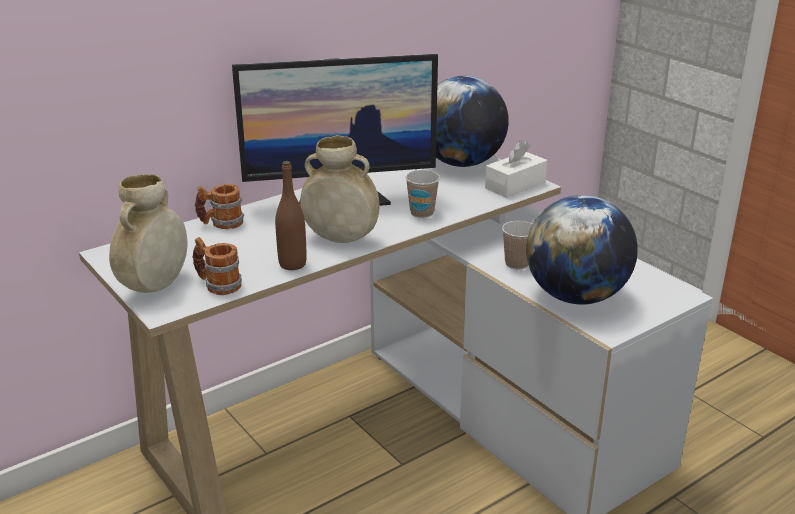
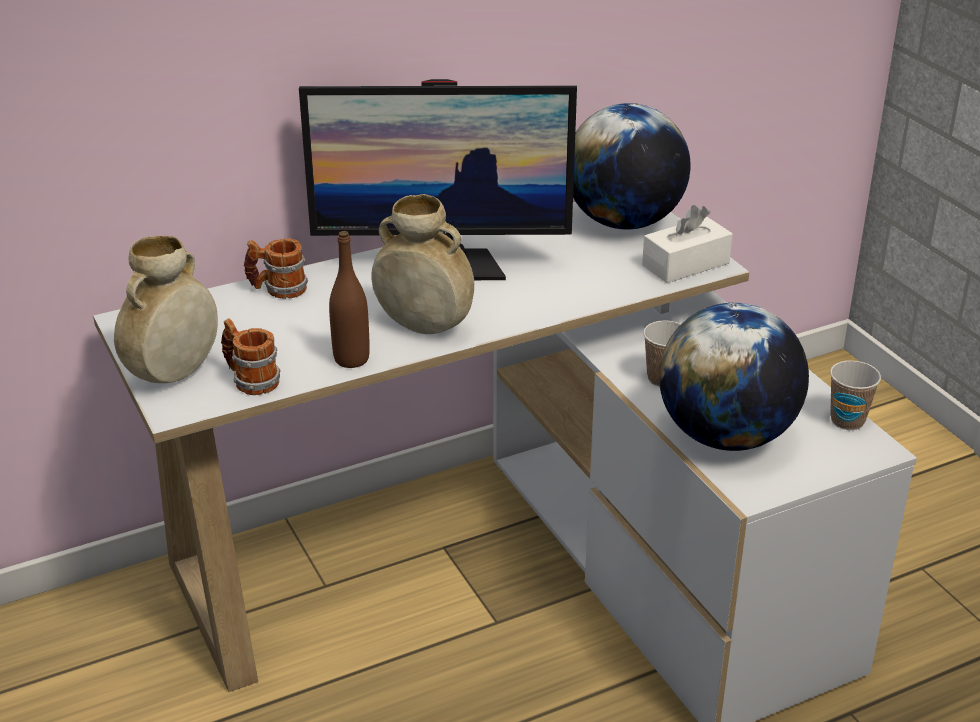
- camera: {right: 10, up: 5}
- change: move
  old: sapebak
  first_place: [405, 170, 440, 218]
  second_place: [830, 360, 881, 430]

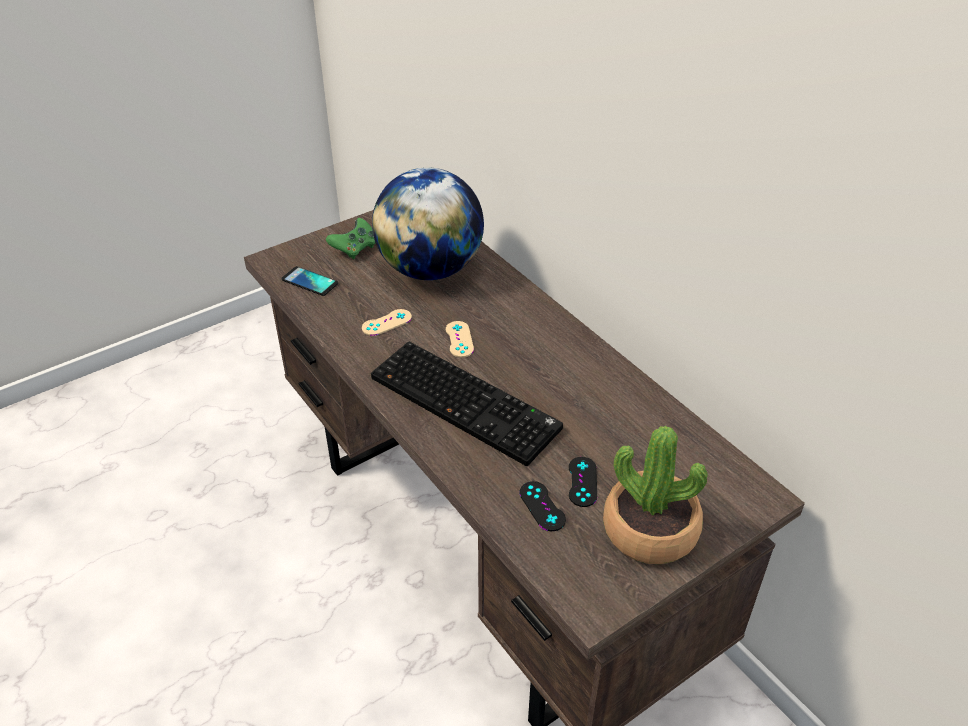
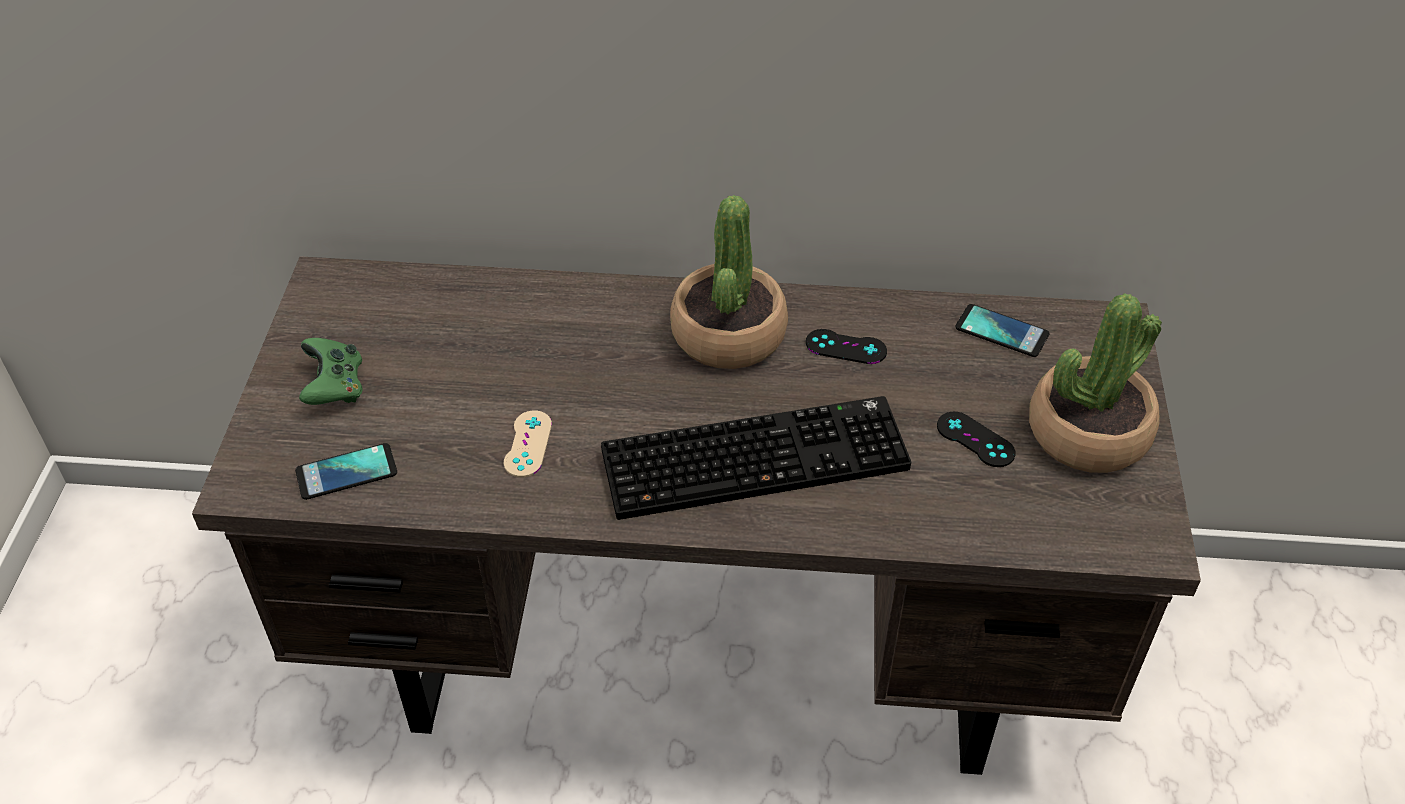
- camera: {right: -50, up: 5}
- change: insert
  new: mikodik
  second_place: [670, 195, 788, 369]
- change: move
  old: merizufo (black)
  first_place: [520, 481, 566, 531]
  second_place: [806, 329, 887, 364]
- change: insert
  new: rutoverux
  second_place: [955, 304, 1049, 357]
- change: delete
  old: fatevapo
  first_place: [372, 167, 484, 280]
- change: delete
  old: merizufo (beige)
  first_place: [446, 321, 474, 358]

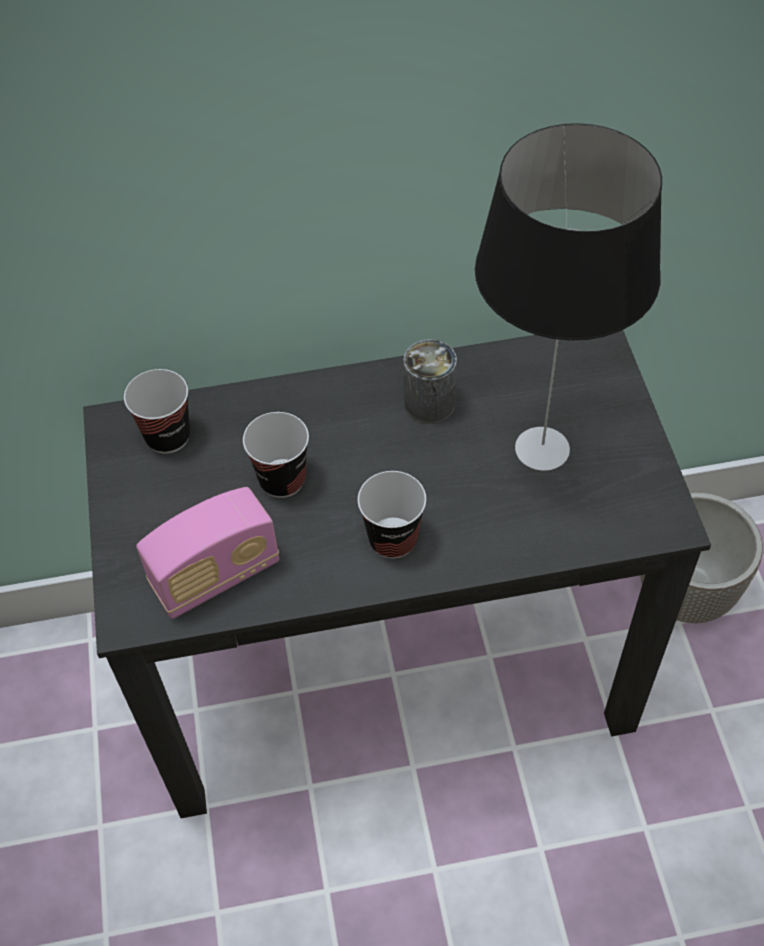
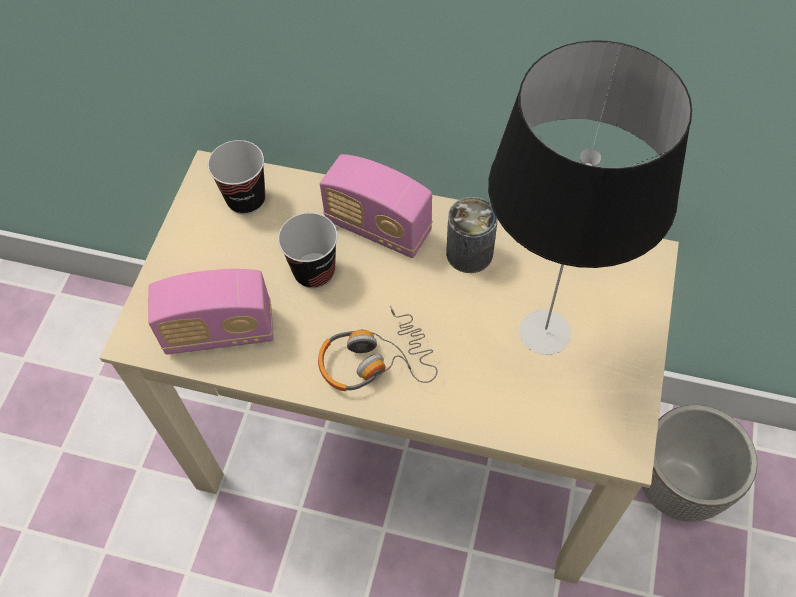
- camera: {right: 25, up: 5}
- change: recolor
  old: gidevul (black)
  new: gidevul (beige)
  first_place: [83, 330, 711, 818]
  second_place: [100, 150, 679, 584]
- change: replace
  old: sapebak
  new: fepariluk
  first_place: [358, 471, 426, 559]
  second_place: [318, 305, 437, 391]
- change: insert
  new: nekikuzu
  second_place: [320, 154, 433, 258]

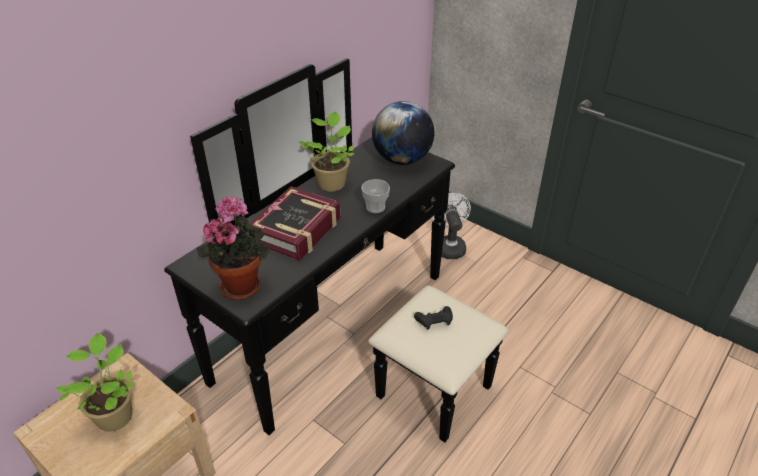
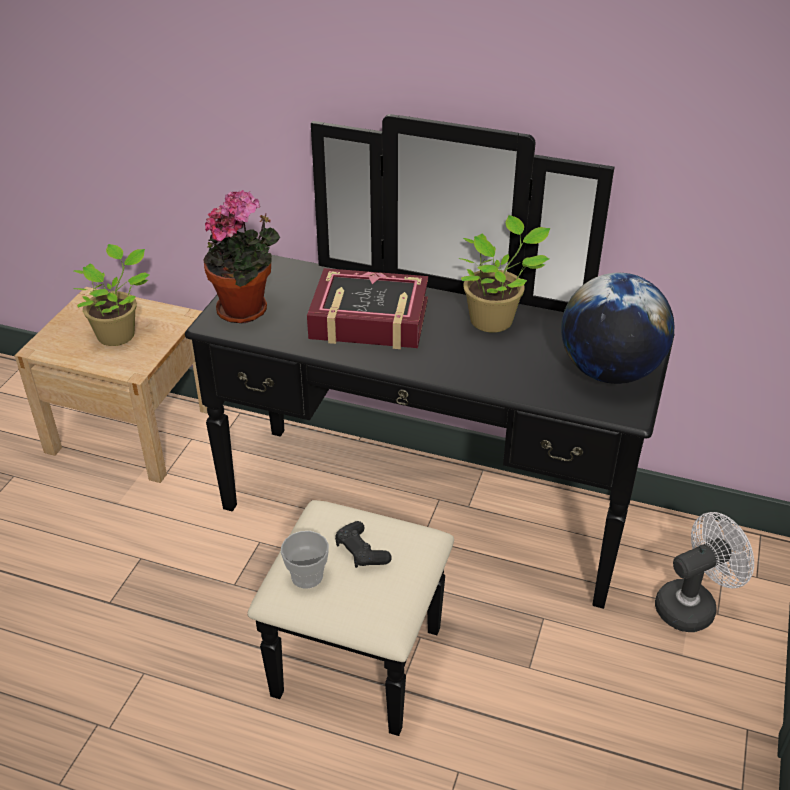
- camera: {right: 70, up: 0}
- change: move
  old: sapebak
  first_place: [361, 179, 390, 213]
  second_place: [281, 531, 329, 589]

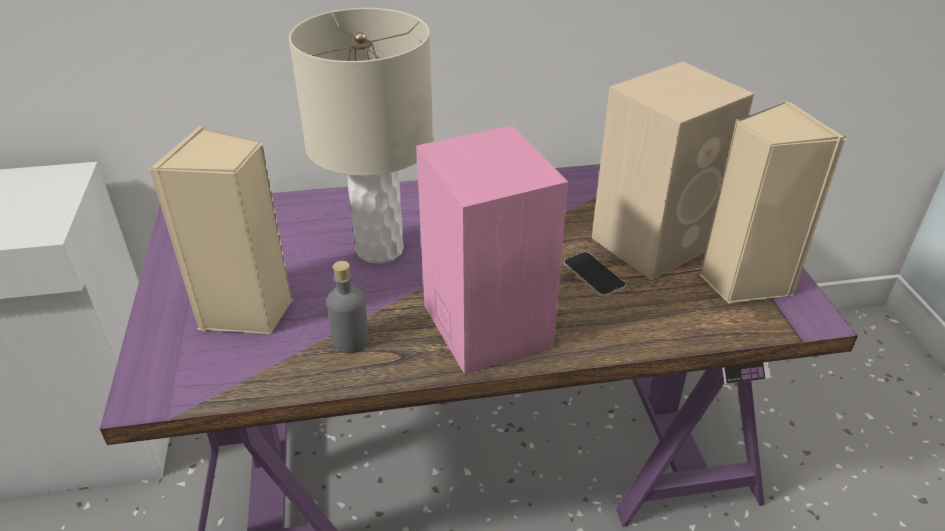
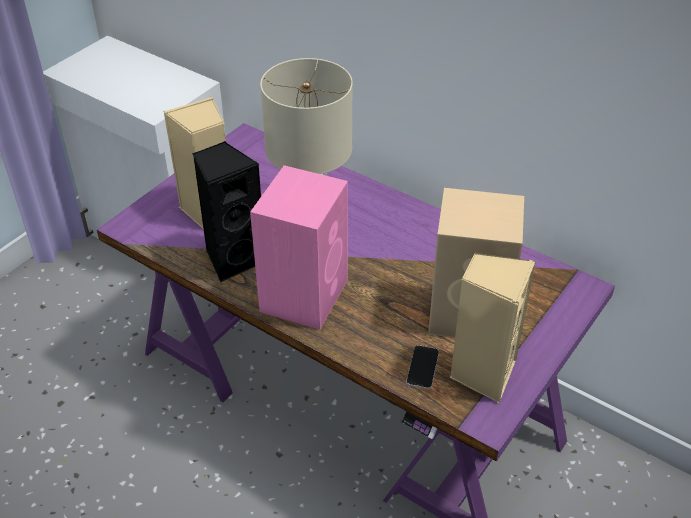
- camera: {right: 45, up: 5}
- change: replace
  old: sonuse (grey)
  new: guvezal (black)
  first_place: [327, 261, 369, 353]
  second_place: [192, 141, 261, 282]
- change: move
  old: rutoverux
  first_place: [564, 252, 626, 297]
  second_place: [406, 345, 439, 389]

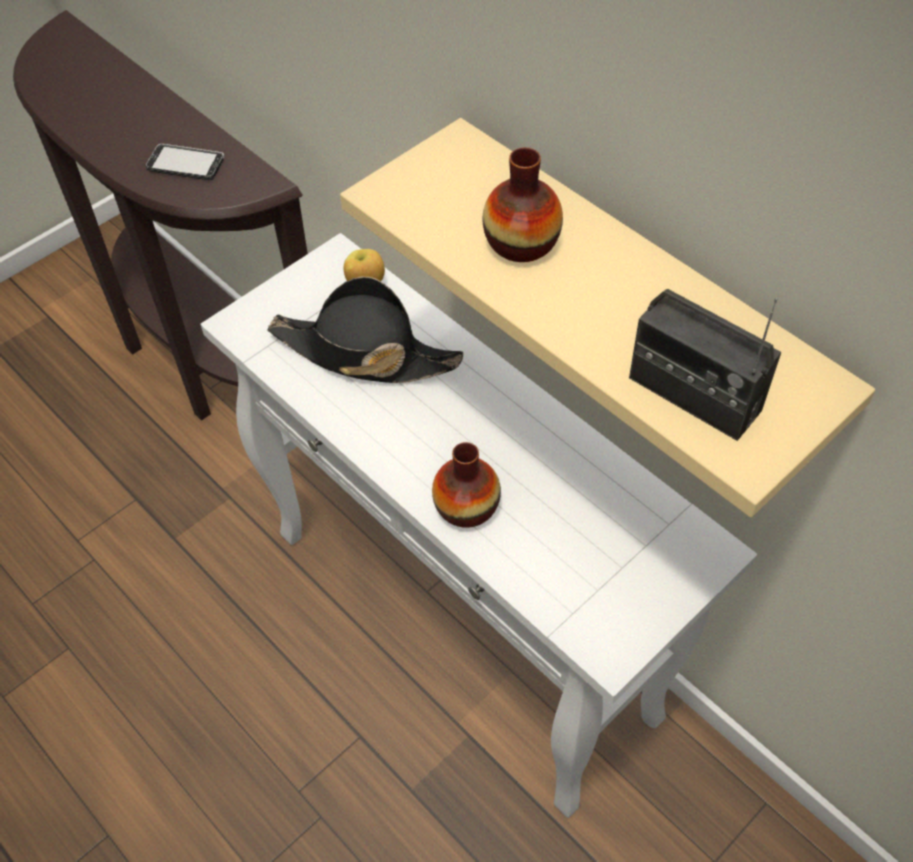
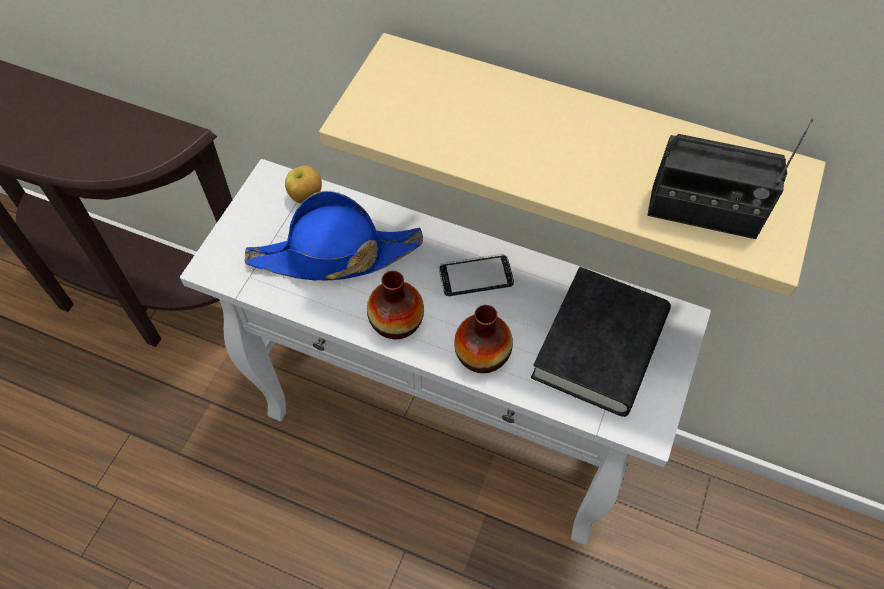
- camera: {right: -25, up: 5}
- change: recolor
  old: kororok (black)
  new: kororok (blue)
  first_place: [268, 277, 464, 383]
  second_place: [244, 191, 423, 281]
- change: move
  old: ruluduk
  first_place: [483, 147, 563, 262]
  second_place: [367, 271, 424, 339]
- change: move
  old: rutoverux
  first_place: [146, 144, 224, 180]
  second_place: [439, 254, 514, 296]
- change: insert
  new: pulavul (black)
  second_place: [531, 267, 671, 417]

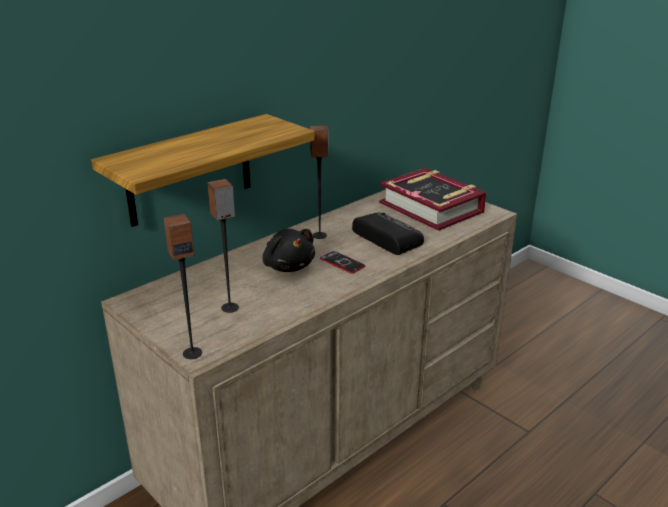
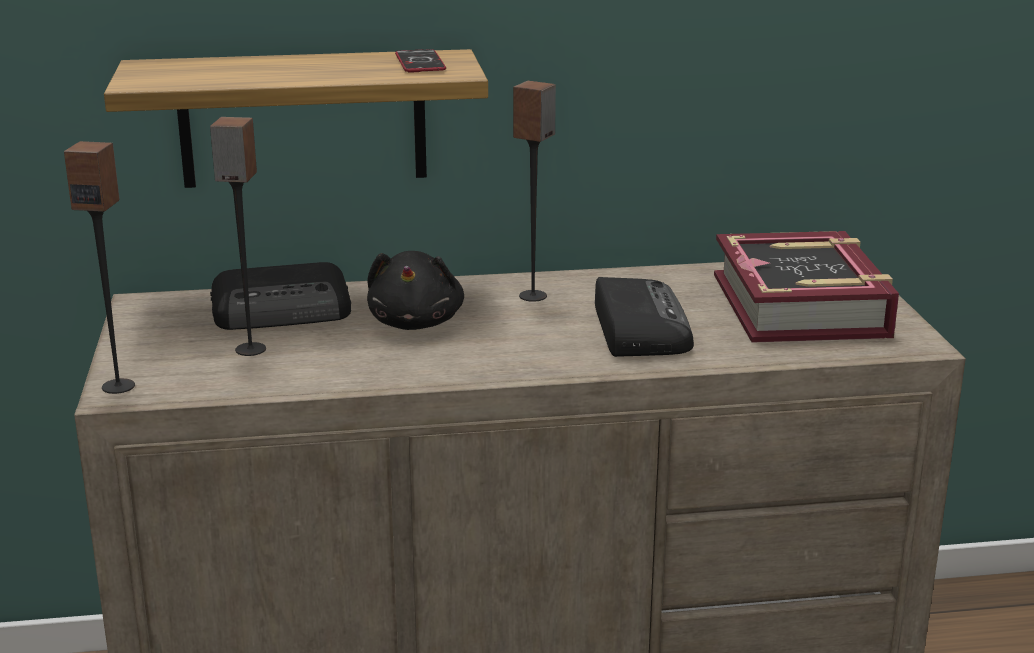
- camera: {right: 35, up: -5}
- change: insert
  new: nekikuzu
  second_place: [210, 262, 351, 330]
- change: move
  old: rutoverux
  first_place: [320, 251, 365, 274]
  second_place: [395, 49, 446, 73]

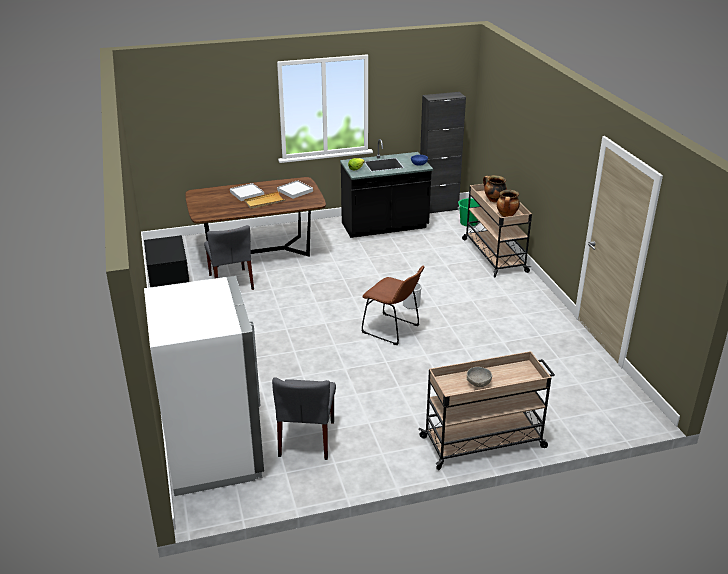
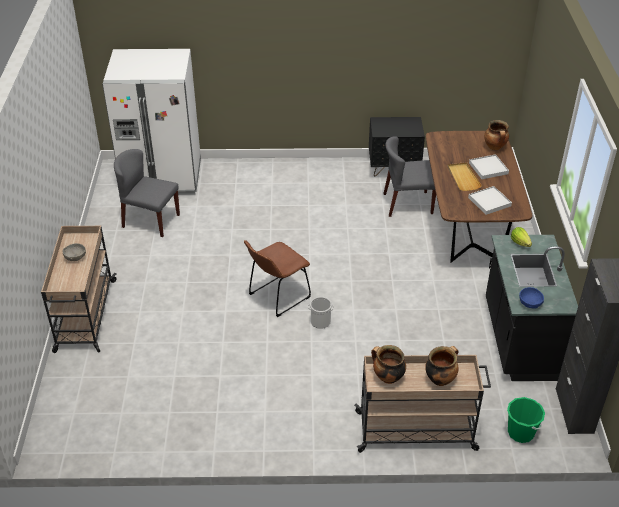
- camera: {right: 105, up: 10}
- change: insert
  new: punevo
  second_place: [484, 120, 509, 150]

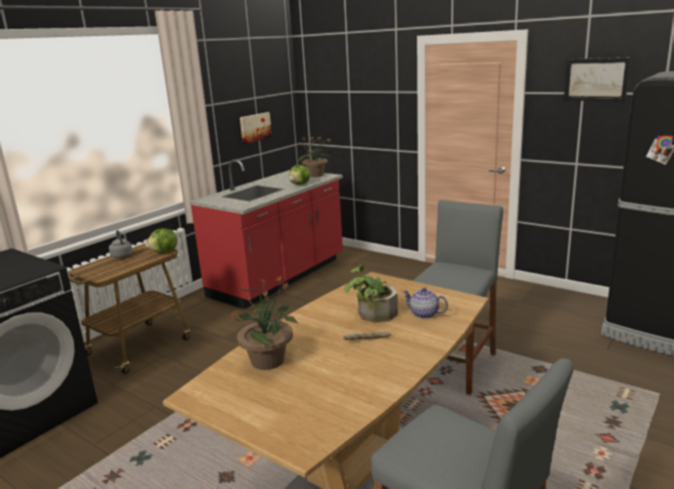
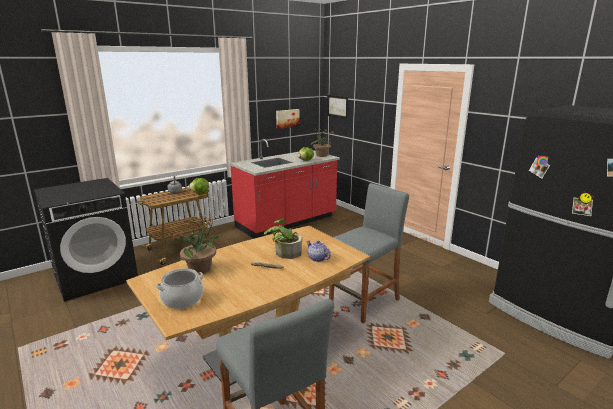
- camera: {right: 15, up: 0}
- change: insert
  new: punevo
  second_place: [156, 268, 204, 309]
- change: move
  old: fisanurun
  first_place: [564, 57, 631, 101]
  second_place: [327, 95, 348, 119]

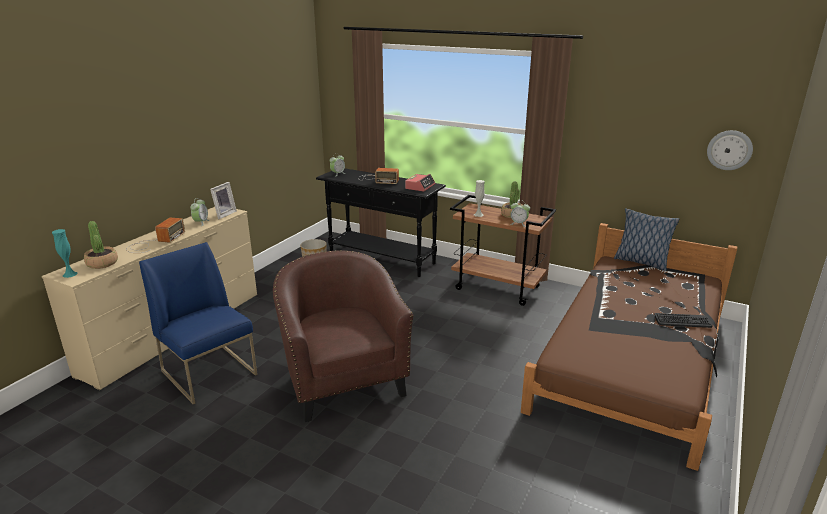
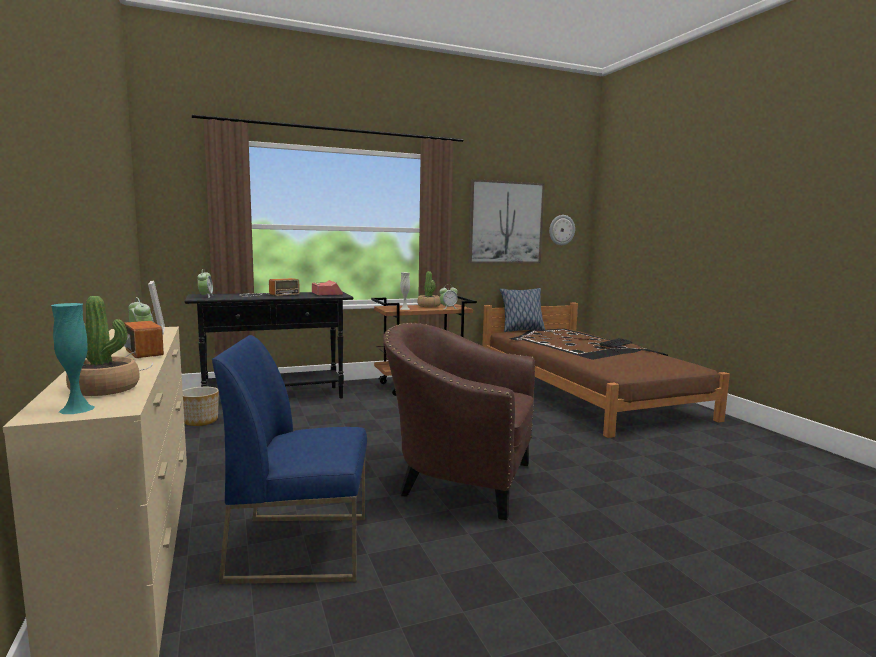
- camera: {right: -50, up: -15}
- change: insert
  new: fisanurun
  second_place: [468, 179, 545, 263]

